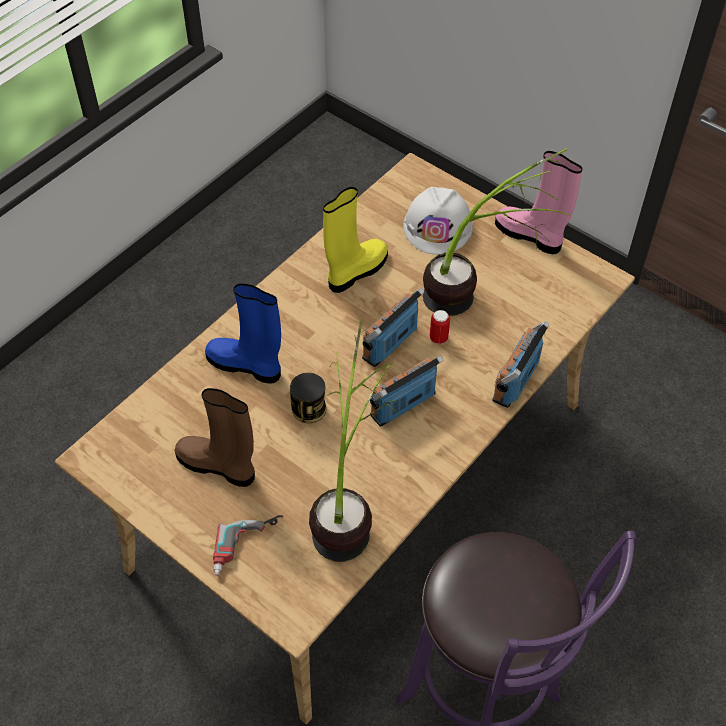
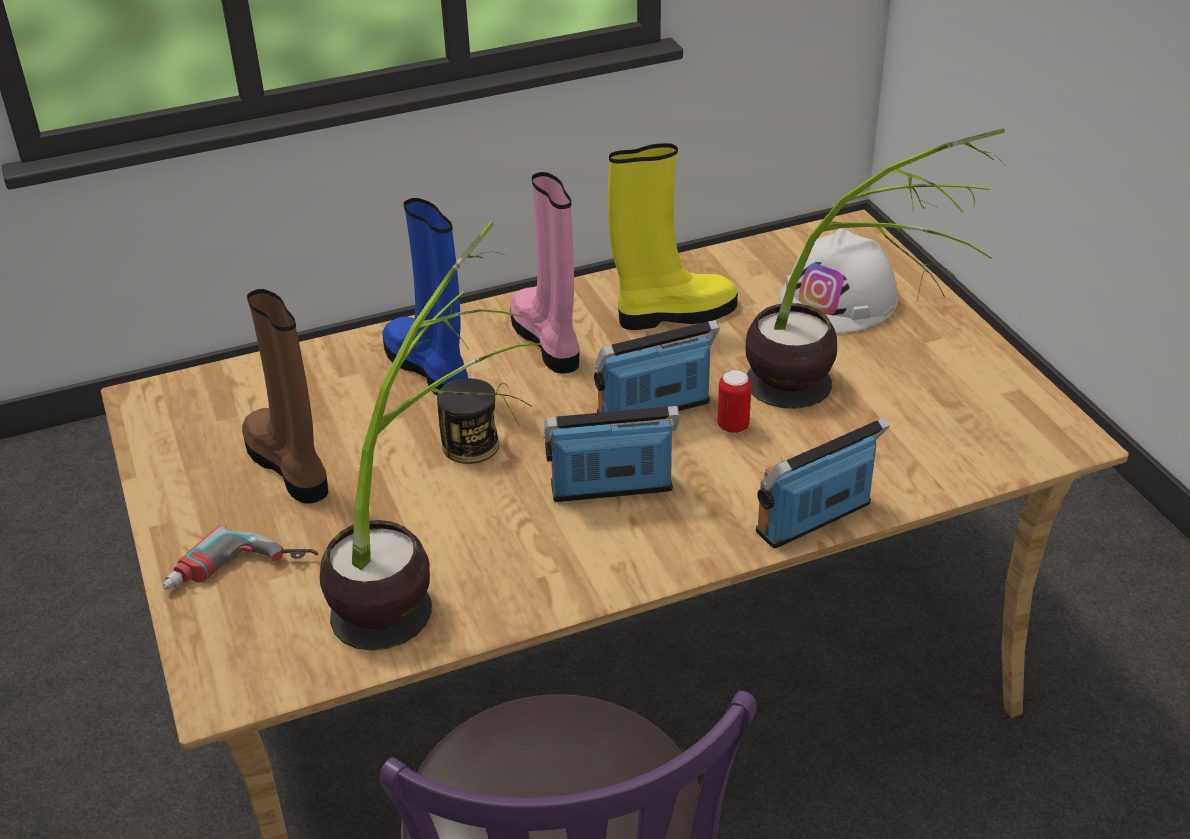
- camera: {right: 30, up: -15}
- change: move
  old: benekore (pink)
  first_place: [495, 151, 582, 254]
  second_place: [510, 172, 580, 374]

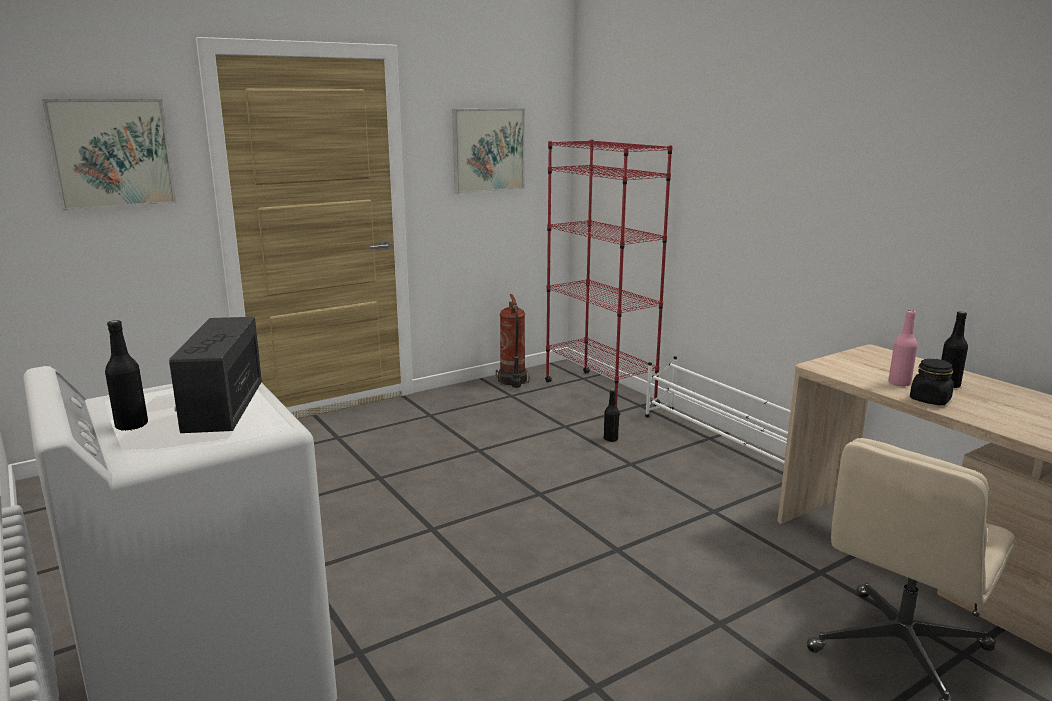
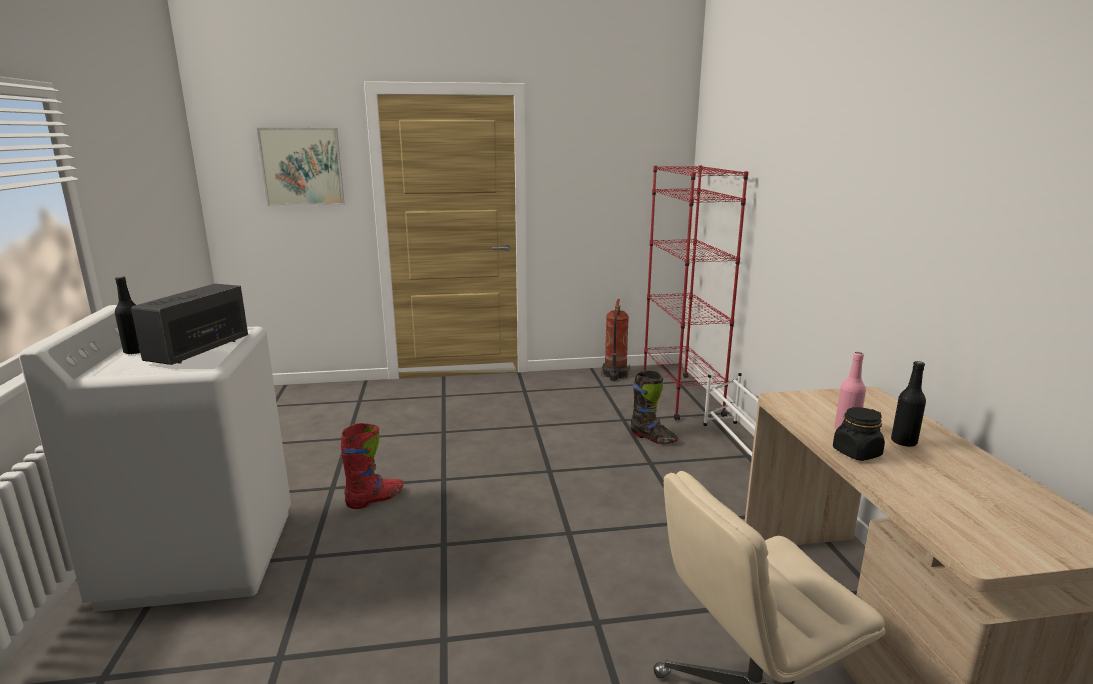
- camera: {right: 25, up: 0}
- change: insert
  new: benekore (red)
  second_place: [341, 423, 404, 509]
- change: replace
  old: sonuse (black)
  new: benekore (black)
  first_place: [604, 389, 619, 442]
  second_place: [631, 370, 678, 444]
- change: delete
  old: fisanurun
  first_place: [452, 108, 525, 194]

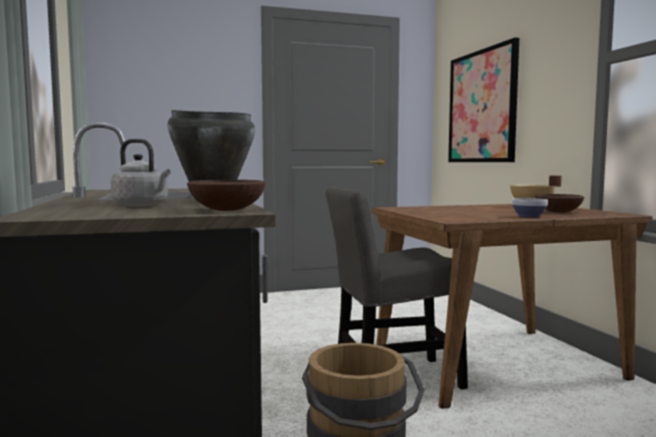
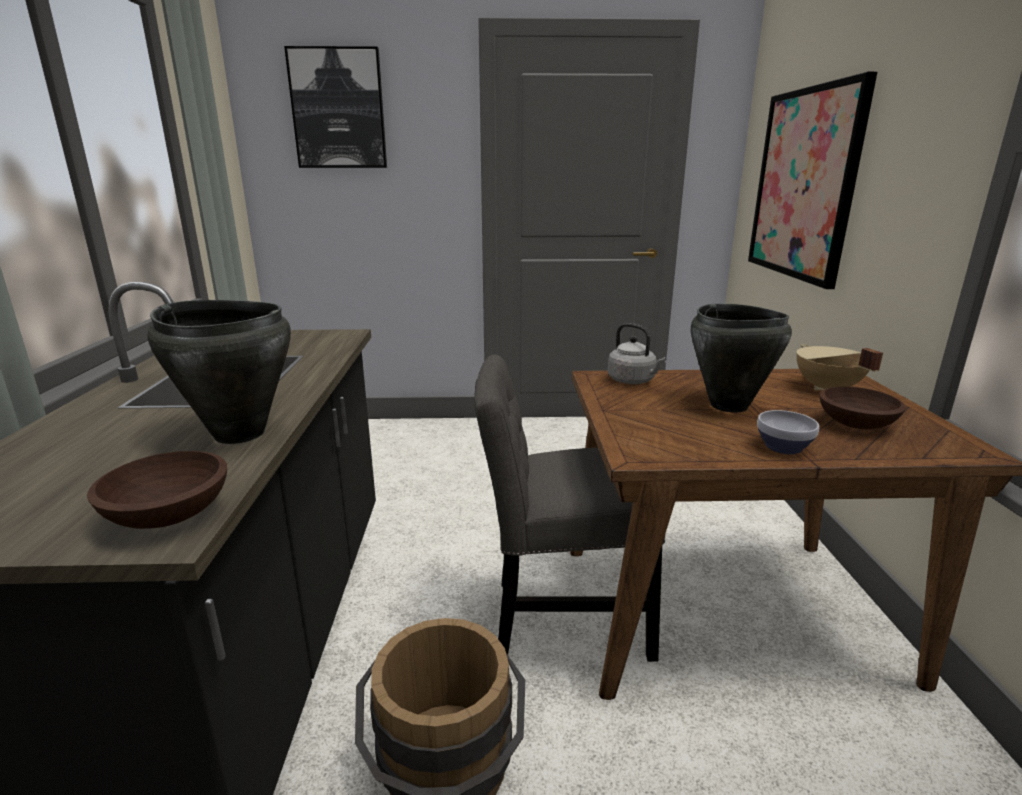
- camera: {right: 15, up: 15}
- change: insert
  new: fisanurun
  second_place: [284, 46, 387, 168]
- change: move
  old: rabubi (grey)
  first_place: [111, 139, 170, 207]
  second_place: [608, 323, 666, 384]
- change: insert
  new: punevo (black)
  second_place: [691, 304, 792, 413]

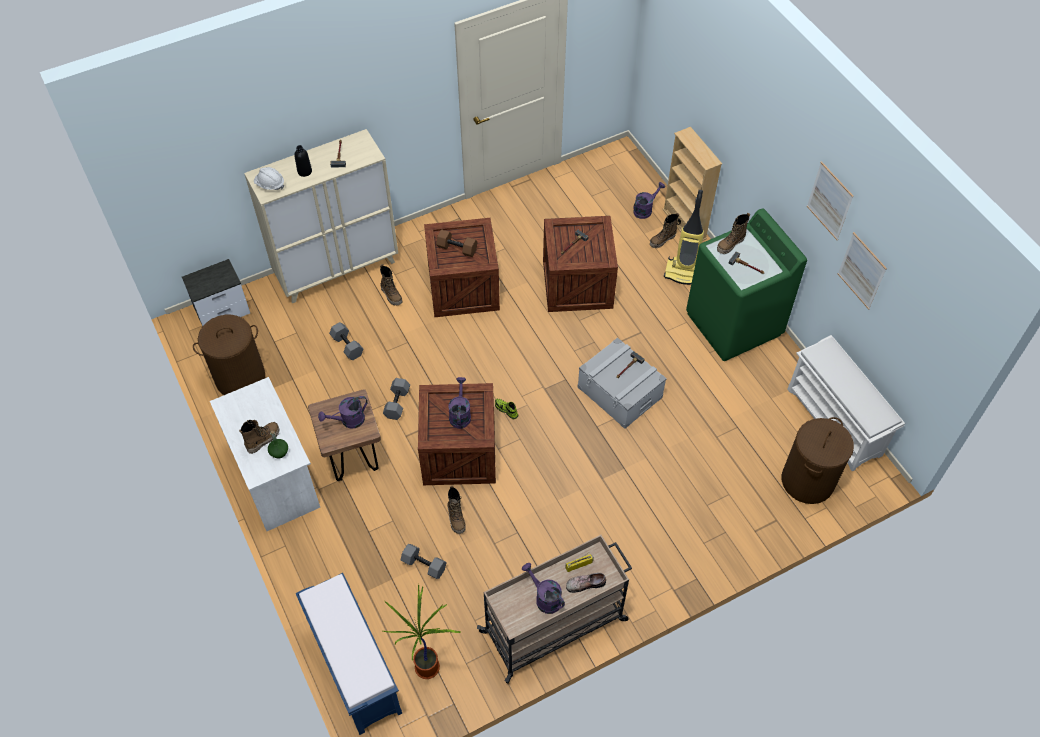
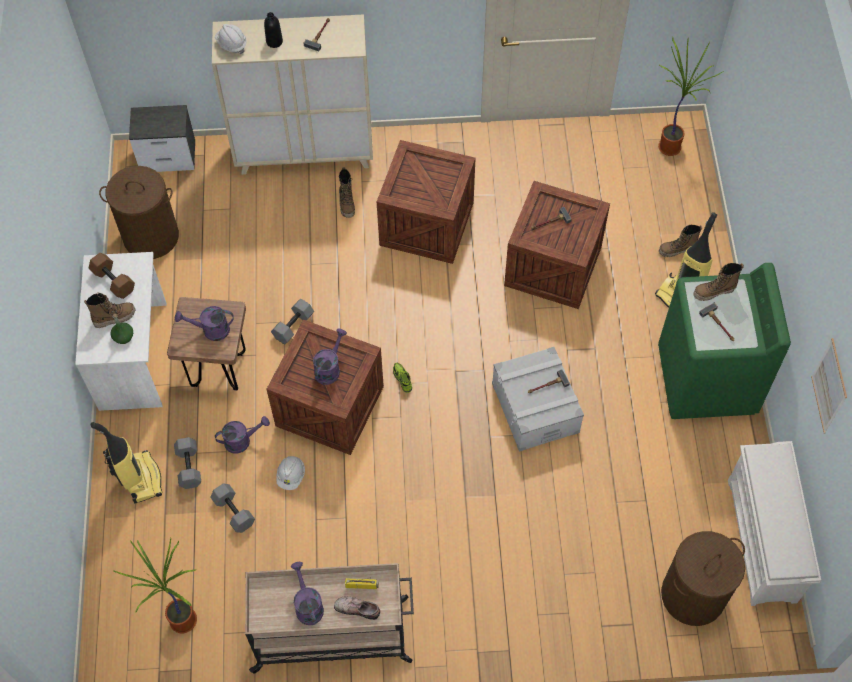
- camera: {right: 25, up: 5}
- change: move
  old: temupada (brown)
  first_place: [436, 229, 478, 257]
  second_place: [88, 253, 135, 299]
- change: insert
  new: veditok
  second_place: [91, 422, 163, 503]
- change: move
  old: temupada (grey)
  first_place: [329, 322, 363, 360]
  second_place: [174, 437, 201, 489]
- change: move
  old: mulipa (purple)
  first_place: [633, 182, 665, 219]
  second_place: [215, 416, 270, 454]
- change: replace
  old: benekore
  new: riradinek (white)
  first_place: [447, 486, 466, 534]
  second_place: [276, 456, 305, 490]
- change: insert
  new: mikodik
  second_place: [658, 36, 724, 156]
- change: delete
  old: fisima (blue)
  first_place: [296, 573, 402, 735]
- change: delete
  old: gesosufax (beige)
  first_place: [662, 127, 722, 241]
- change: delete
  old: fisanurun
  first_place: [807, 161, 854, 240]

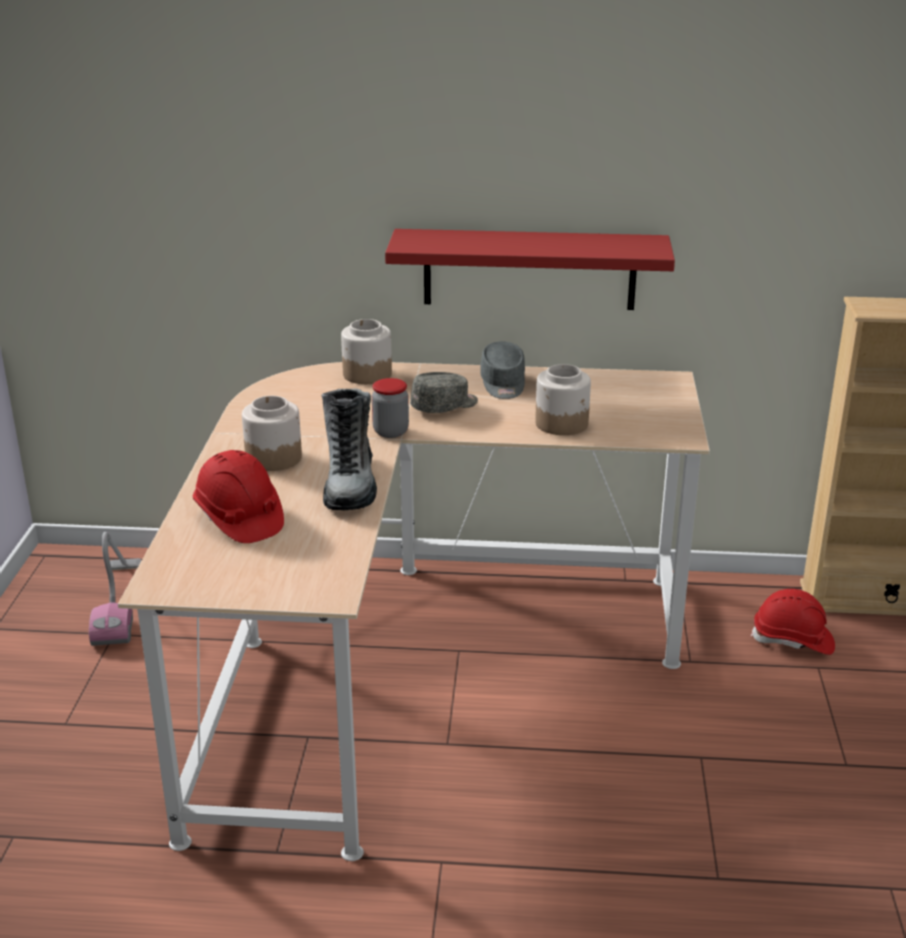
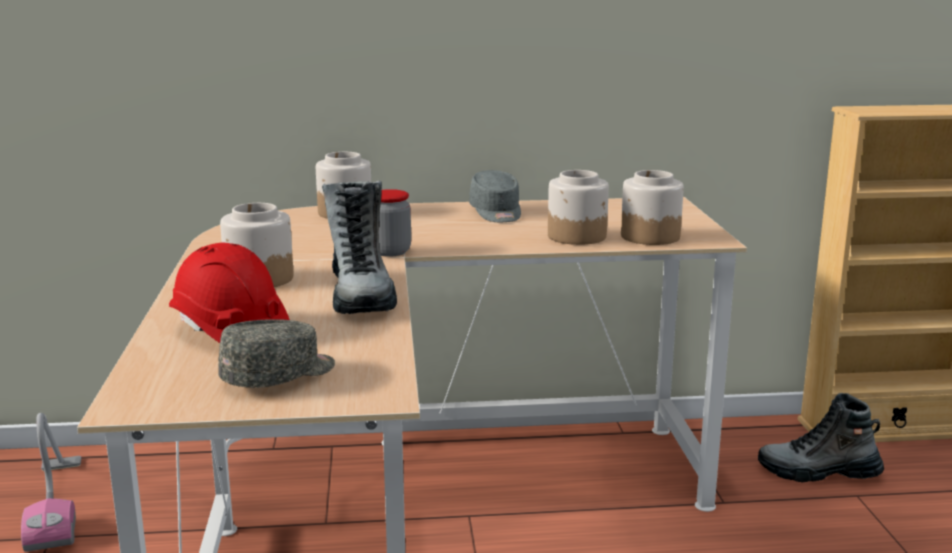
- camera: {right: -10, up: -10}
- change: move
  old: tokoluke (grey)
  first_place: [410, 372, 478, 413]
  second_place: [218, 319, 335, 388]
- change: insert
  new: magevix
  second_place: [621, 170, 684, 245]
- change: replace
  old: riradinek (red)
  new: benekore
  first_place: [751, 589, 835, 655]
  second_place: [758, 393, 884, 483]
- change: delete
  old: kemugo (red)
  first_place: [385, 229, 675, 310]

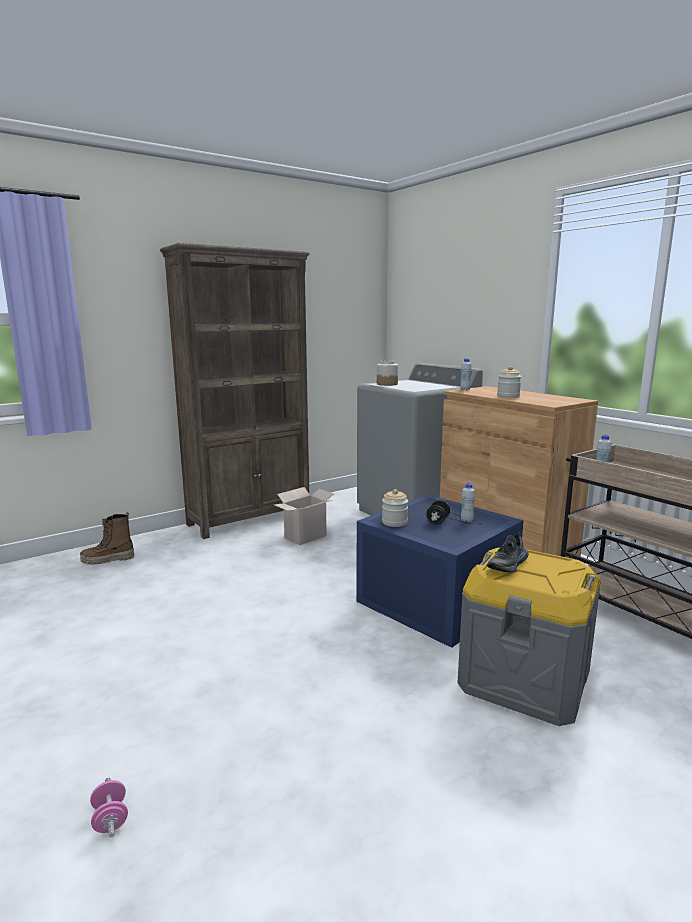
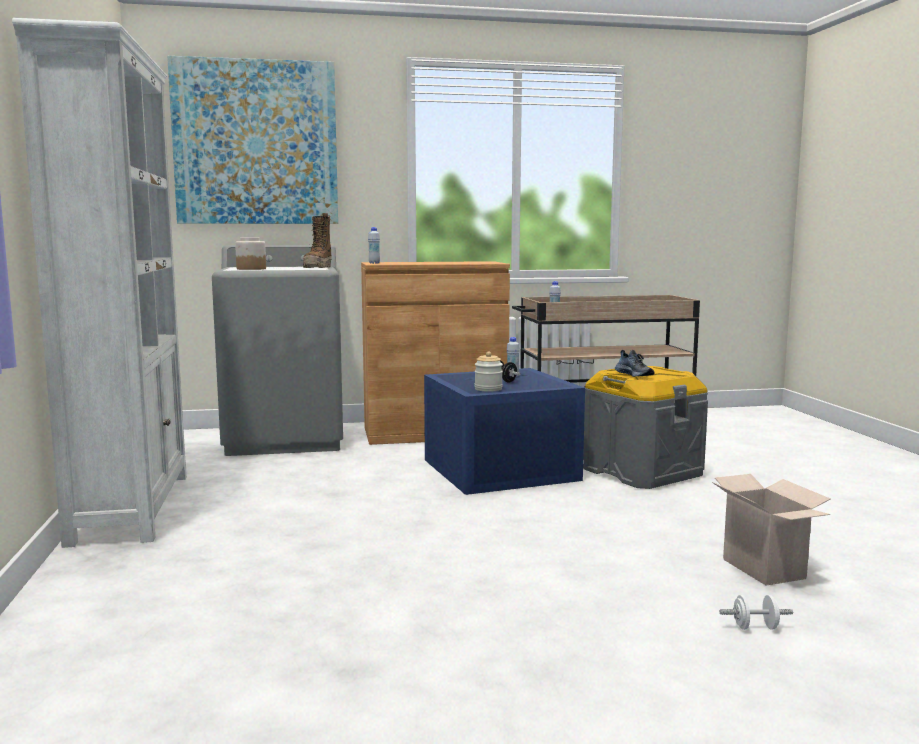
- camera: {right: -65, up: -5}
- change: recolor
  old: gesosufax (brown)
  new: gesosufax (white)
  first_place: [160, 243, 310, 539]
  second_place: [12, 17, 187, 548]
- change: insert
  new: fisanurun
  second_place: [167, 56, 338, 224]
- change: move
  old: benekore
  first_place: [80, 512, 134, 565]
  second_place: [303, 213, 332, 268]
- change: move
  old: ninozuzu
  first_place: [274, 487, 334, 545]
  second_place: [712, 474, 830, 586]
- change: recolor
  old: temupada (pink)
  new: temupada (white)
  first_place: [90, 778, 128, 837]
  second_place: [719, 595, 793, 630]
- change: delete
  old: magevix
  first_place: [497, 366, 521, 398]

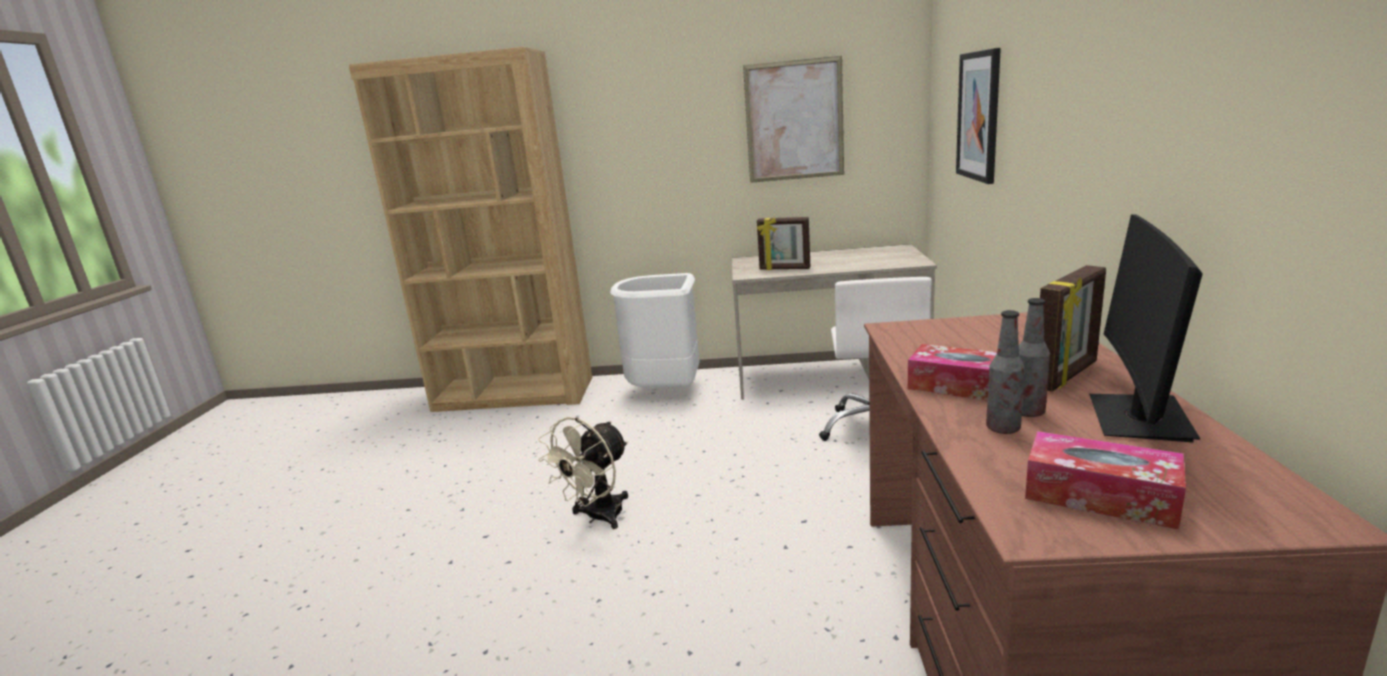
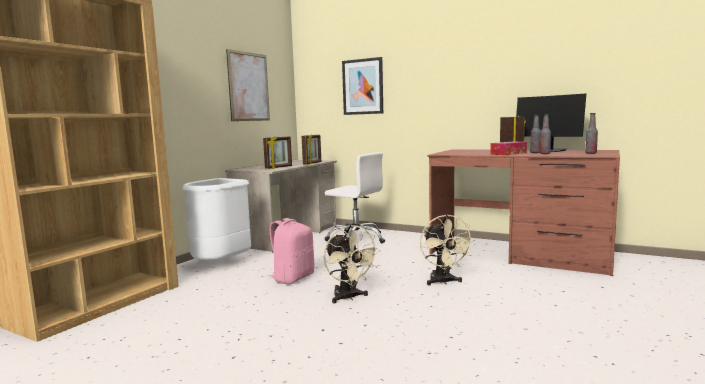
- camera: {right: -65, up: -10}
- change: insert
  new: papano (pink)
  second_place: [268, 218, 314, 284]
- change: insert
  new: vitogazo
  second_place: [302, 134, 321, 165]
- change: insert
  new: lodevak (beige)
  second_place: [420, 214, 475, 285]
- change: replace
  old: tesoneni
  new: sonuse
  first_place: [1025, 431, 1186, 530]
  second_place: [585, 113, 598, 154]

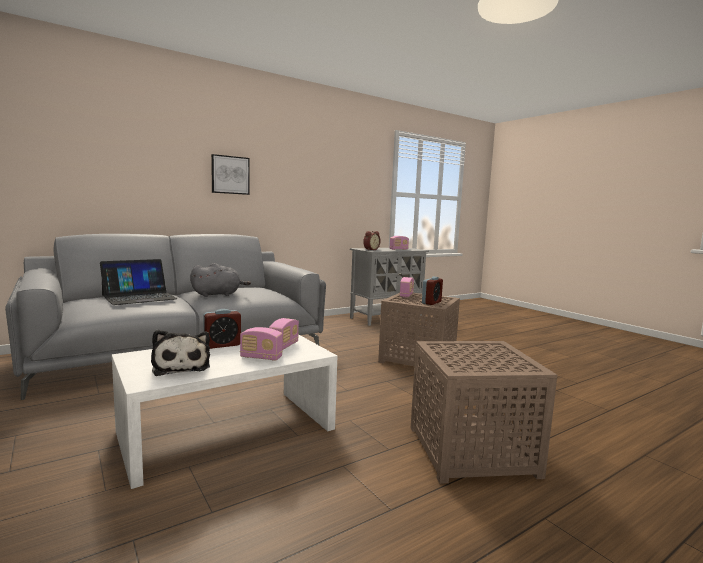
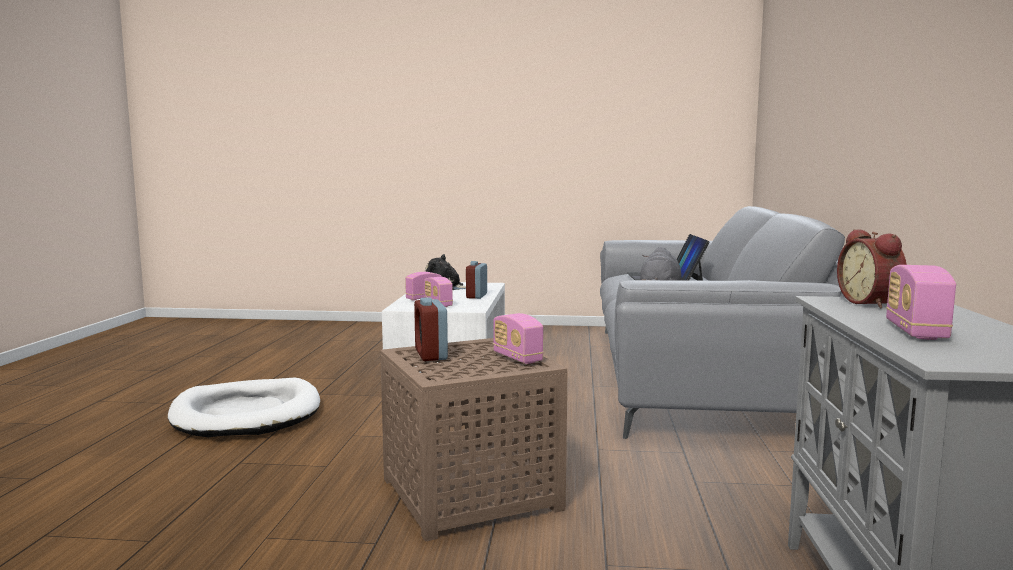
- camera: {right: 130, up: 0}
- change: replace
  old: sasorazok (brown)
  new: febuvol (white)
  first_place: [411, 341, 558, 484]
  second_place: [168, 377, 320, 437]
- change: delete
  old: fisanurun
  first_place: [211, 154, 250, 195]

